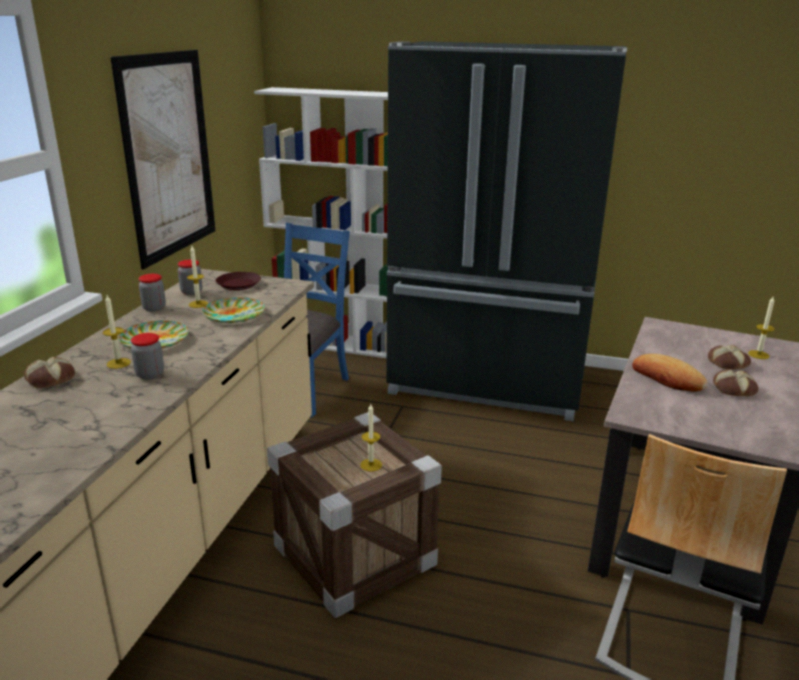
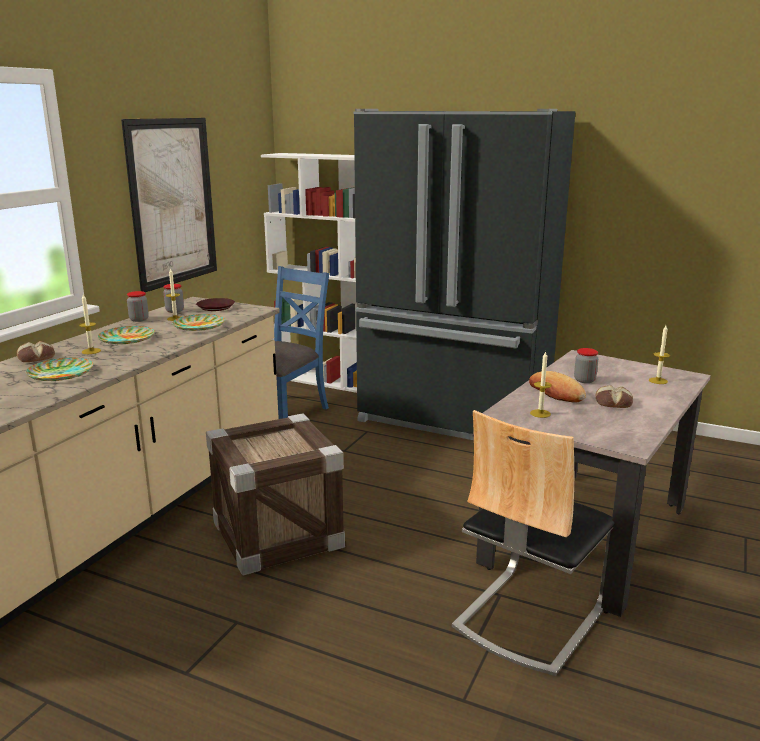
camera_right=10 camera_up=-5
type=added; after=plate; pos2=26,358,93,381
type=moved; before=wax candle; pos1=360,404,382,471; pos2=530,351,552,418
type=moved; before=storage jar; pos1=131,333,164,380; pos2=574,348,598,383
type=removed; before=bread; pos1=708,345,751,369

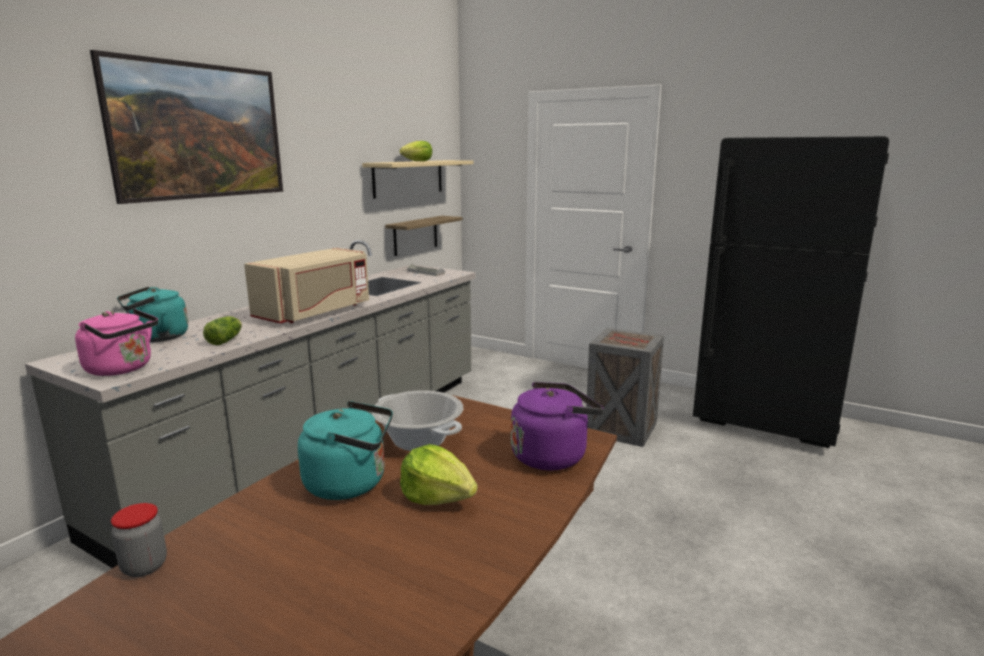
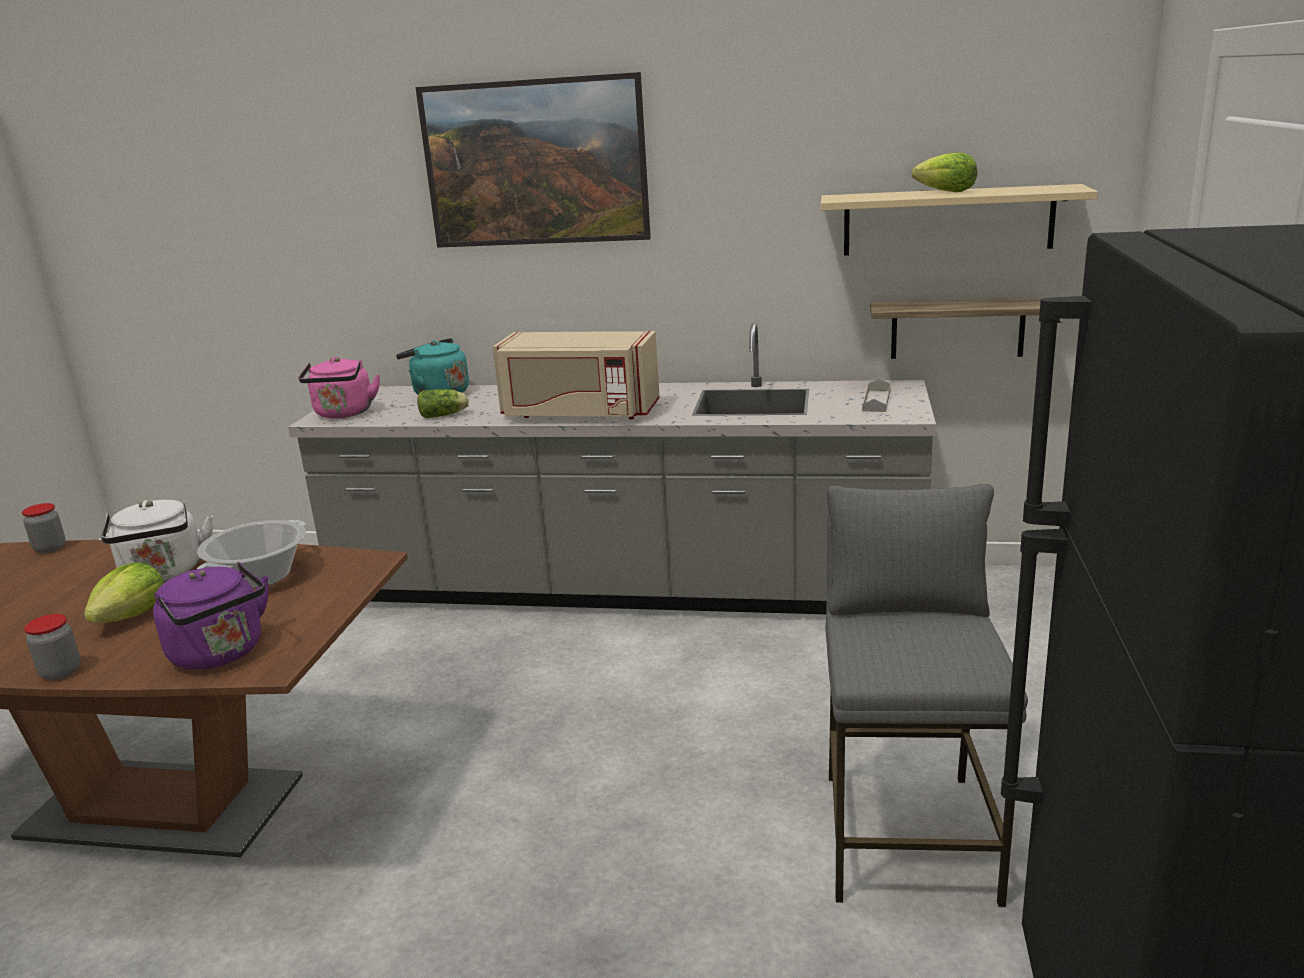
camera_right=70 camera_up=5
type=added; after=storage jar; pos2=24,614,81,680
type=recoloured; before=tea kettle/turquoise-coloured; after=tea kettle/white-coloured; pos1=298,401,393,500; pos2=101,500,213,581
type=replaced; before=crate; after=stool/greyish; pos1=586,328,664,447; pos2=825,484,1028,907

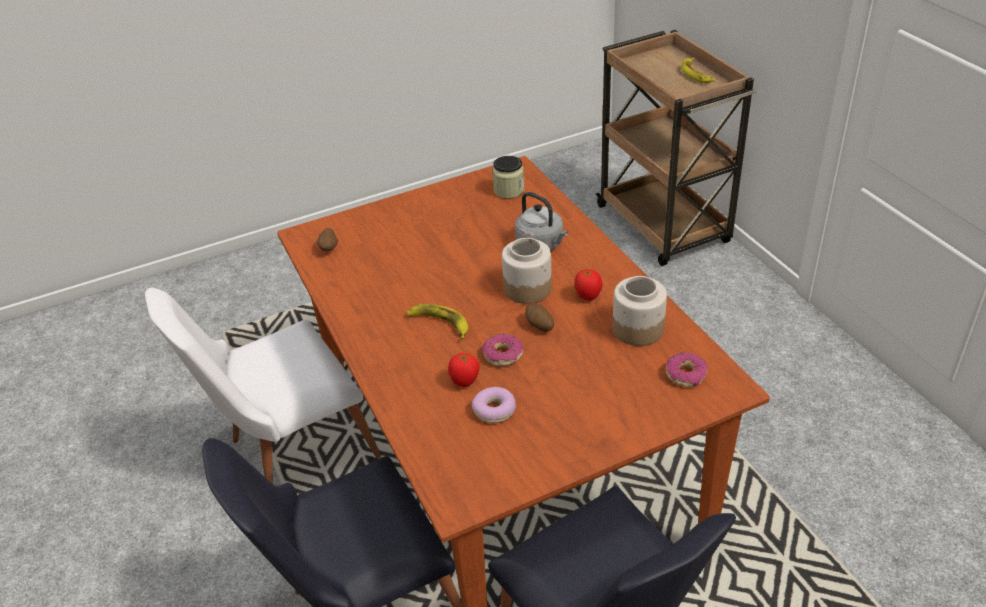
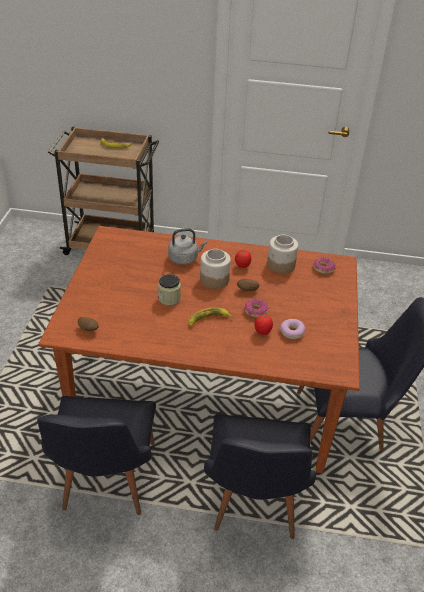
camera_right=-60 camera_up=0
type=recoloured; before=upright chair/white-coloured; after=upright chair/black-coloured; pos1=145,288,381,484; pos2=37,396,156,515
type=moved; before=storage jar; pos1=493,156,524,199; pos2=158,274,181,305

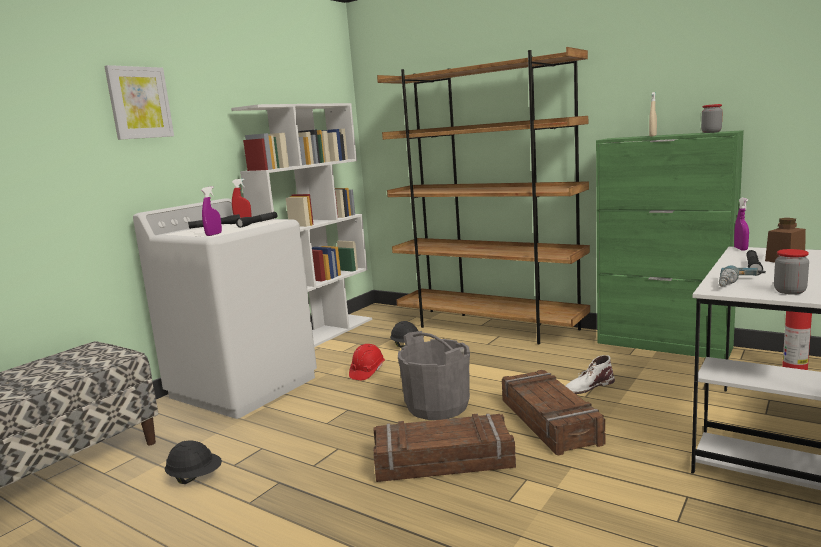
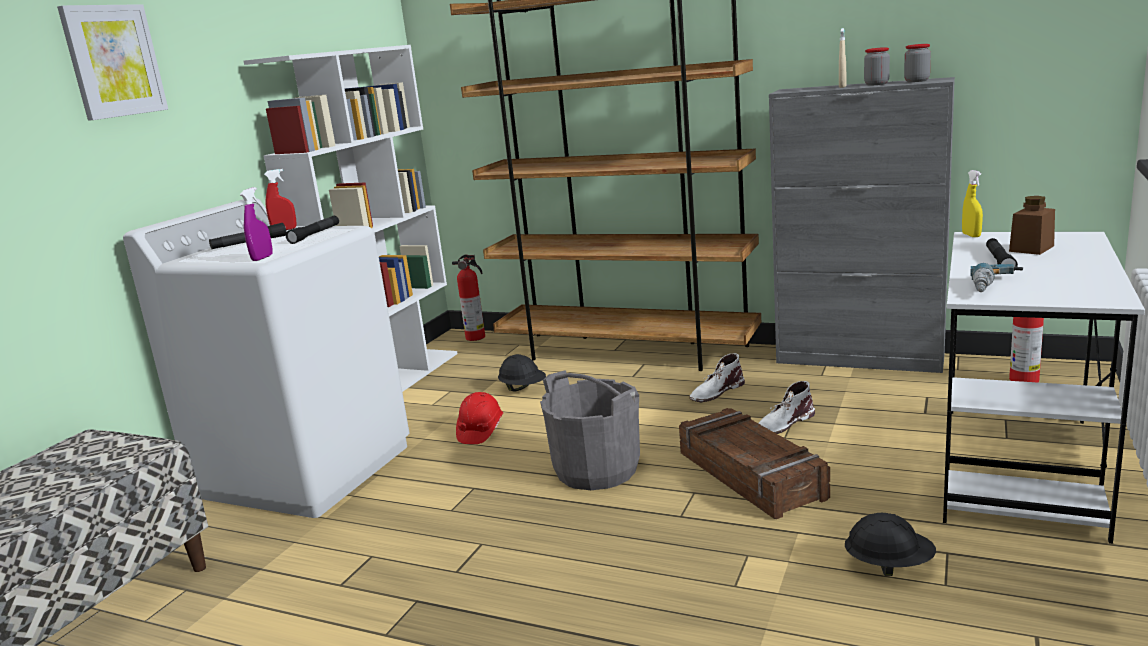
camera_right=-10 camera_up=5
type=added; after=fire-fighting cylinder; pos2=452,254,485,341
type=added; after=tall boot/white-coloured; pos2=689,353,745,403
type=recoloured; before=storage cabinet/greenish; after=storage cabinet/greyish; pos1=596,130,744,359; pos2=769,77,955,373
type=moved; before=safety helmet/black-coloured; pos1=165,441,222,484; pos2=845,513,936,576
type=moved; before=storage jar; pos1=774,249,809,295; pos2=864,47,890,86
type=recoloured; before=sprayer/purple-coloured; after=sprayer/yellowish; pos1=734,198,749,250; pos2=962,170,983,237
type=removed; before=crate; pos1=373,413,516,482

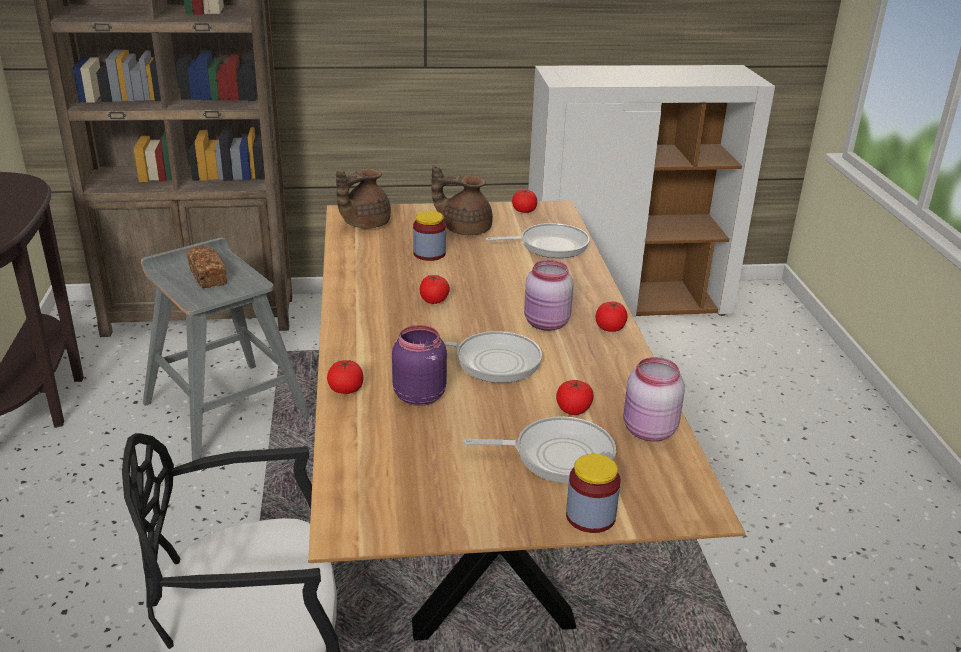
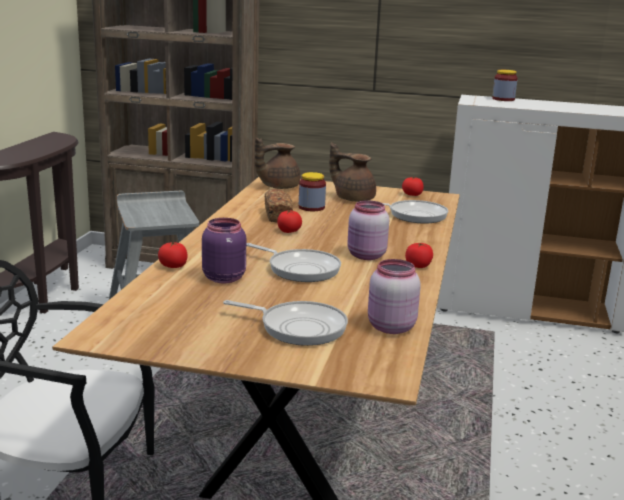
camera_right=20 camera_up=-10
type=moved; before=bread; pos1=187,246,227,288; pos2=265,189,293,222
type=moved; before=storage jar; pos1=566,454,621,533; pos2=492,70,518,101
type=removed; before=fresh tomato; pos1=556,380,594,415

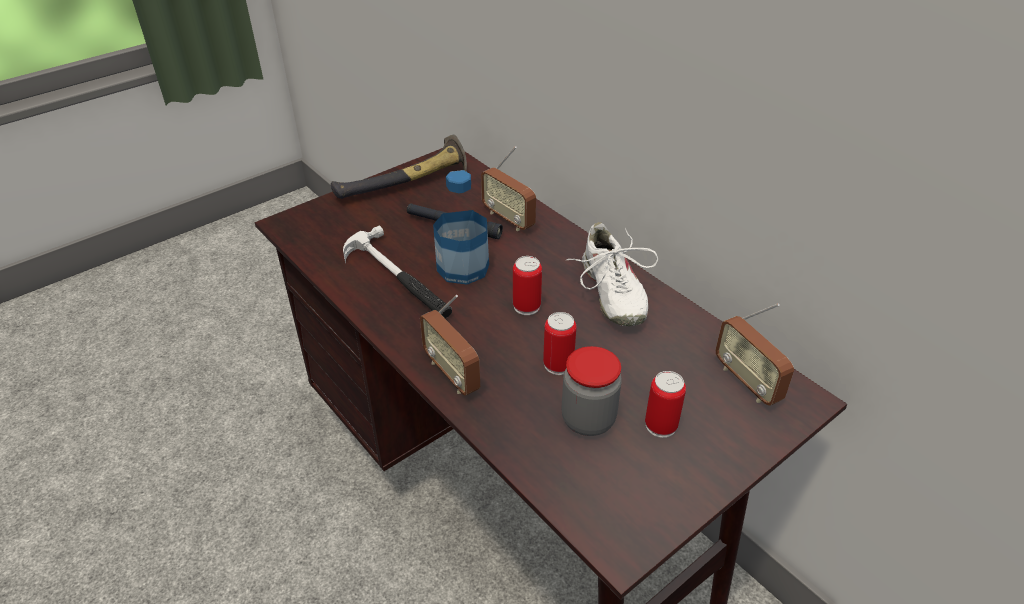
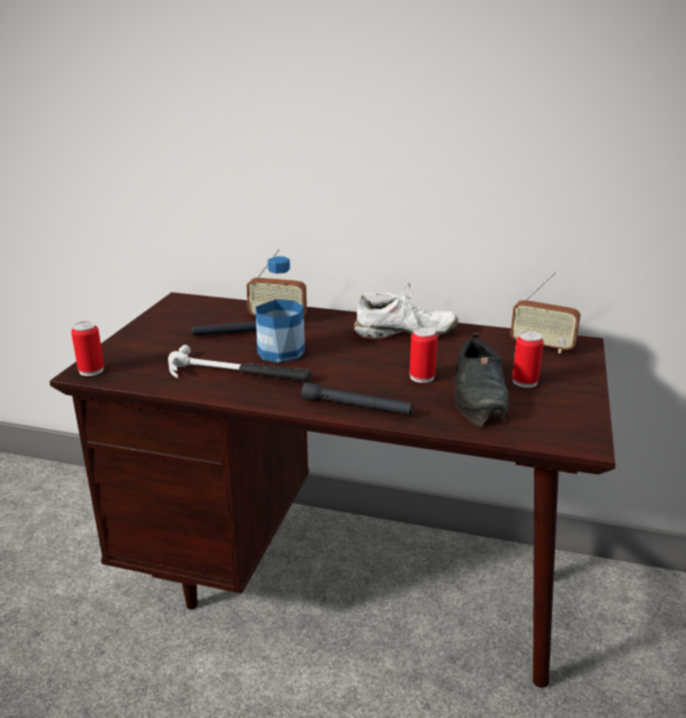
camera_right=-35 camera_up=-15
type=moved; before=metal can; pos1=513,256,542,315; pos2=71,321,104,376
type=replaced; before=radio receiver; after=flashlight/black-coloured; pos1=420,295,480,396; pos2=301,382,413,415
type=turned; before=shoe/white-coloured; pos1=566,222,658,326; pos2=354,283,458,339; turn=-45
type=replaced; before=storage jar; after=shoe/black-coloured; pos1=561,346,622,436; pos2=454,333,509,427
type=removed; before=hammer; pos1=331,135,467,199

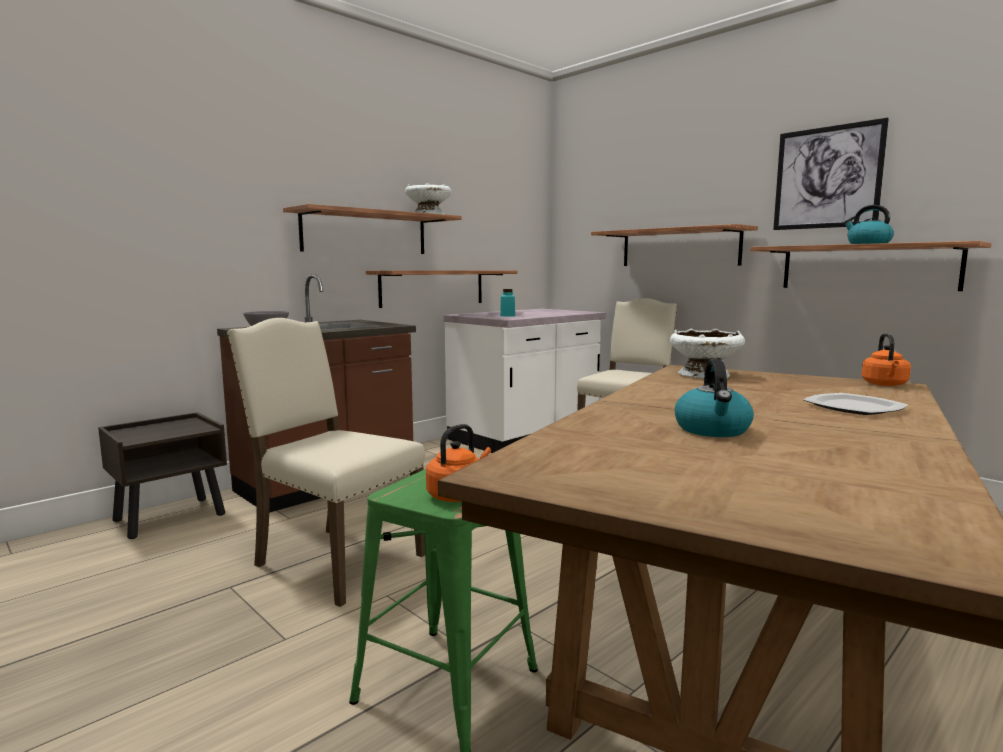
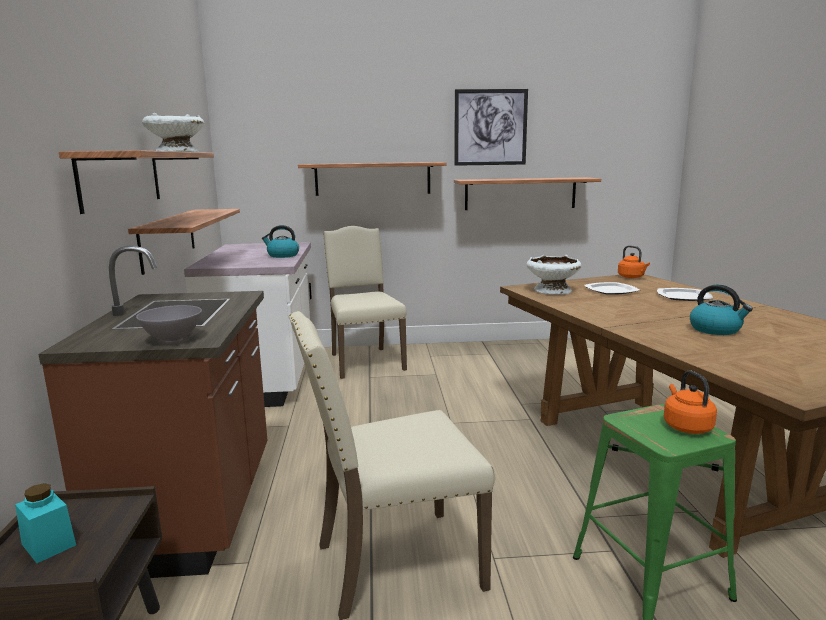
camera_right=-50 camera_up=5
type=moved; before=storage jar/turquoise-coloured; pos1=500,289,515,316; pos2=15,483,76,563
type=moved; before=tea kettle; pos1=844,205,894,244; pos2=262,225,299,258
type=added; after=plate; pos2=584,282,640,295

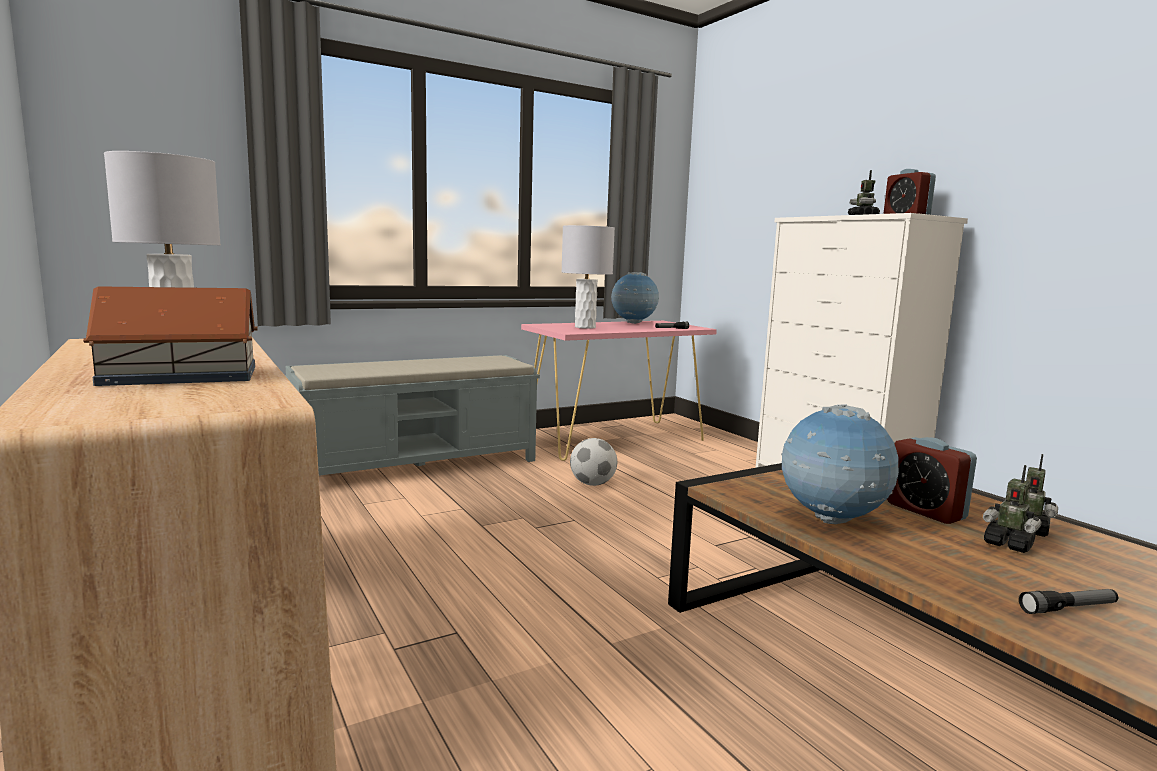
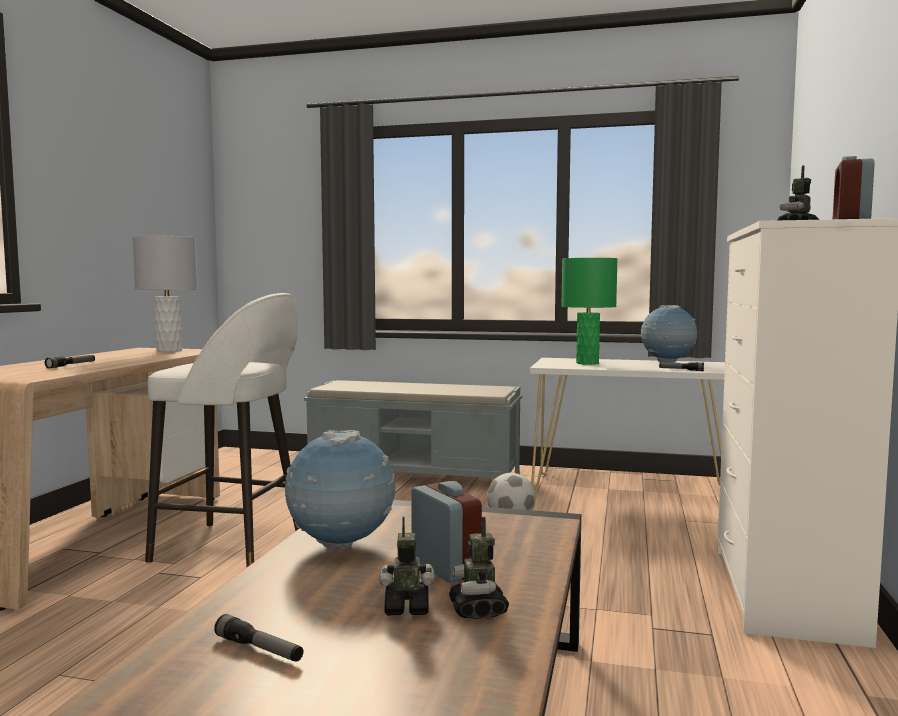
camera_right=45 camera_up=-5
type=replaced; before=model house; after=flashlight; pos1=83,286,258,386; pos2=45,355,95,368
type=added; after=stool/white-coloured; pos2=145,293,299,567
type=turned; before=model robot; pos1=983,465,1042,553; pos2=379,516,434,615; turn=90
type=turned; before=alarm clock; pos1=887,437,977,524; pos2=411,481,482,583; turn=135
type=recoloured; before=console table/pinkish; after=console table/white-coloured; pos1=521,321,717,461; pos2=530,358,725,496
type=recoloured; before=lamp for a table/greyish; after=lamp for a table/greenish; pos1=562,225,615,329; pos2=561,258,618,365

